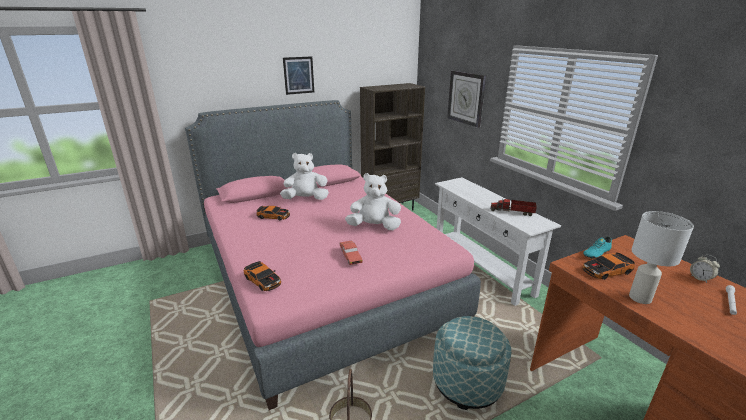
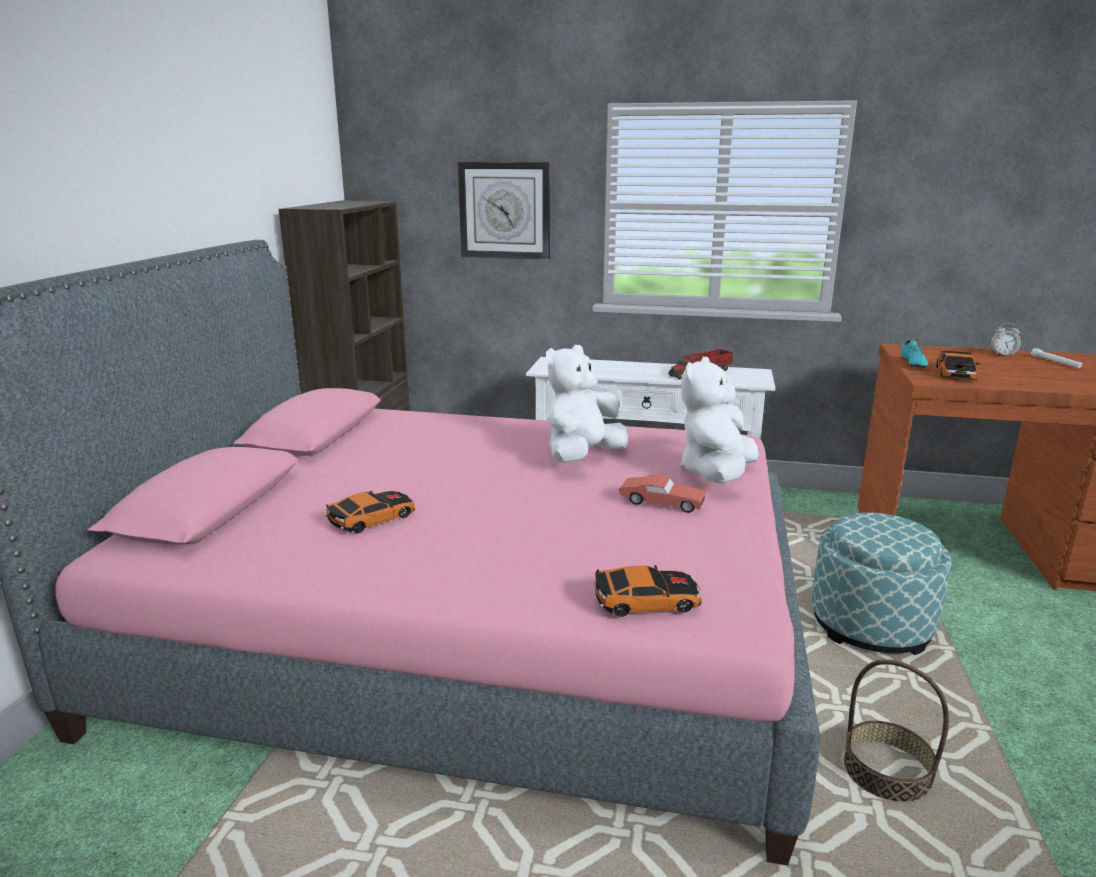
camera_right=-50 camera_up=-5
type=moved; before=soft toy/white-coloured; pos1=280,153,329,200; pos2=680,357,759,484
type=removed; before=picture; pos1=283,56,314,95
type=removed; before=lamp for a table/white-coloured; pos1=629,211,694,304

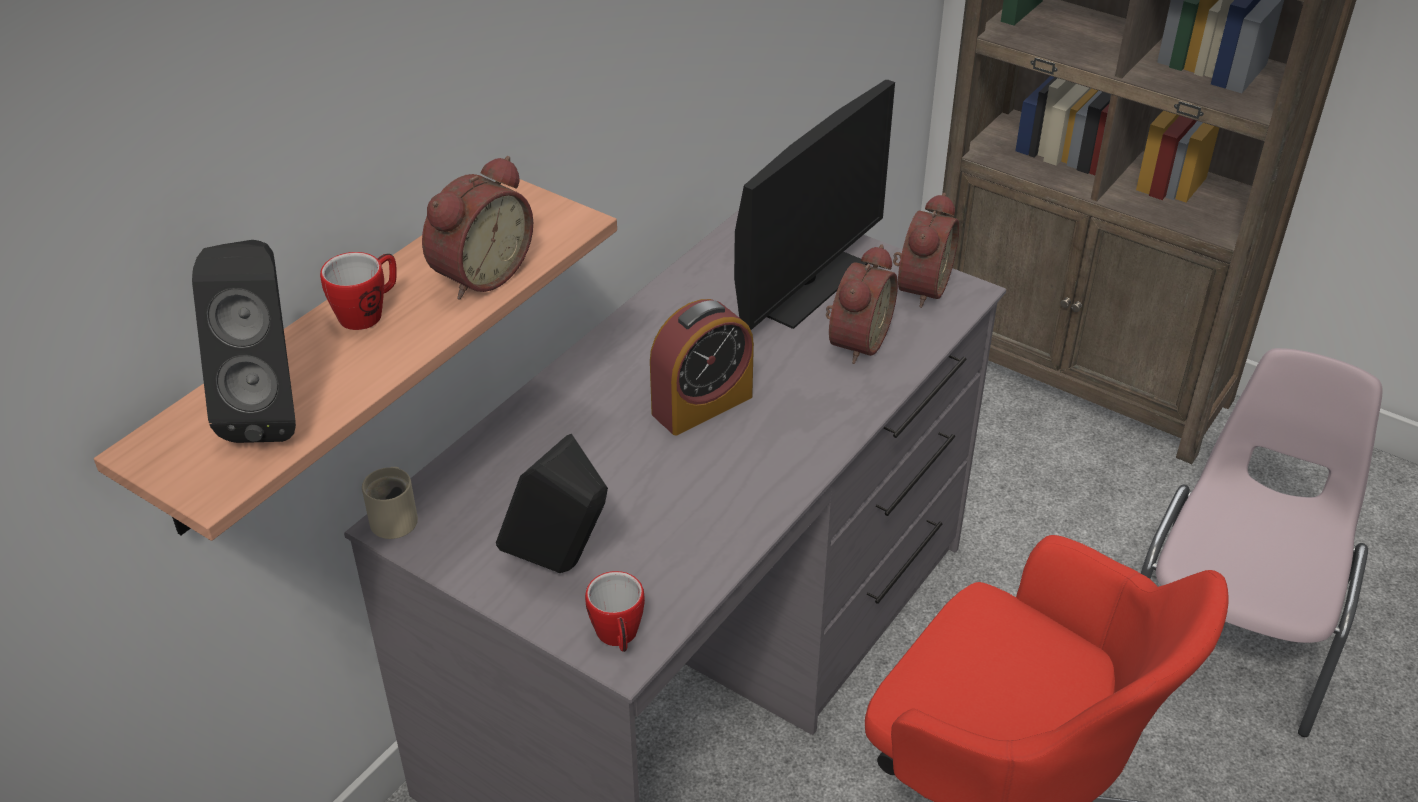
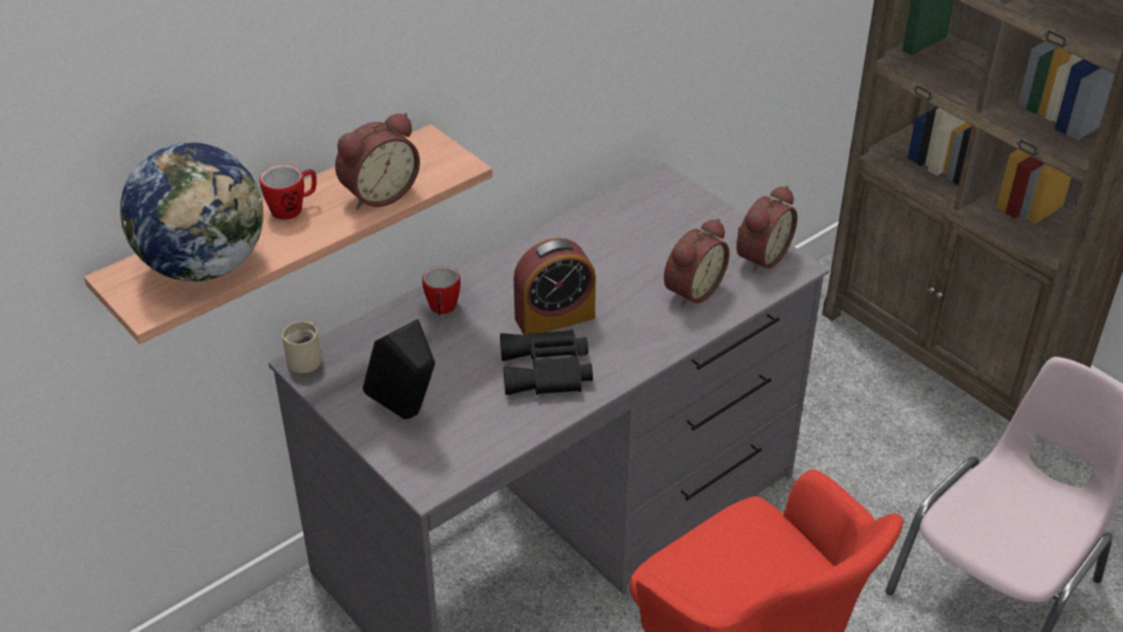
camera_right=15 camera_up=0
type=replaced; before=loudspeaker/black-coloured; after=globe; pos1=192,240,296,443; pos2=120,142,263,282
type=moved; before=mug; pos1=585,571,645,652; pos2=422,266,461,315
type=added; after=field glasses/black-coloured; pos2=500,329,593,395
type=removed; before=computer display; pos1=734,80,895,330

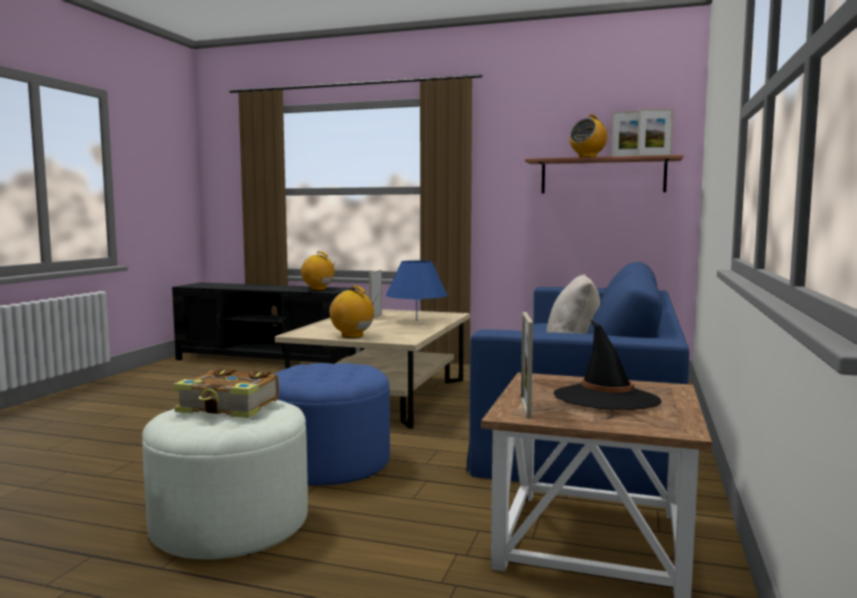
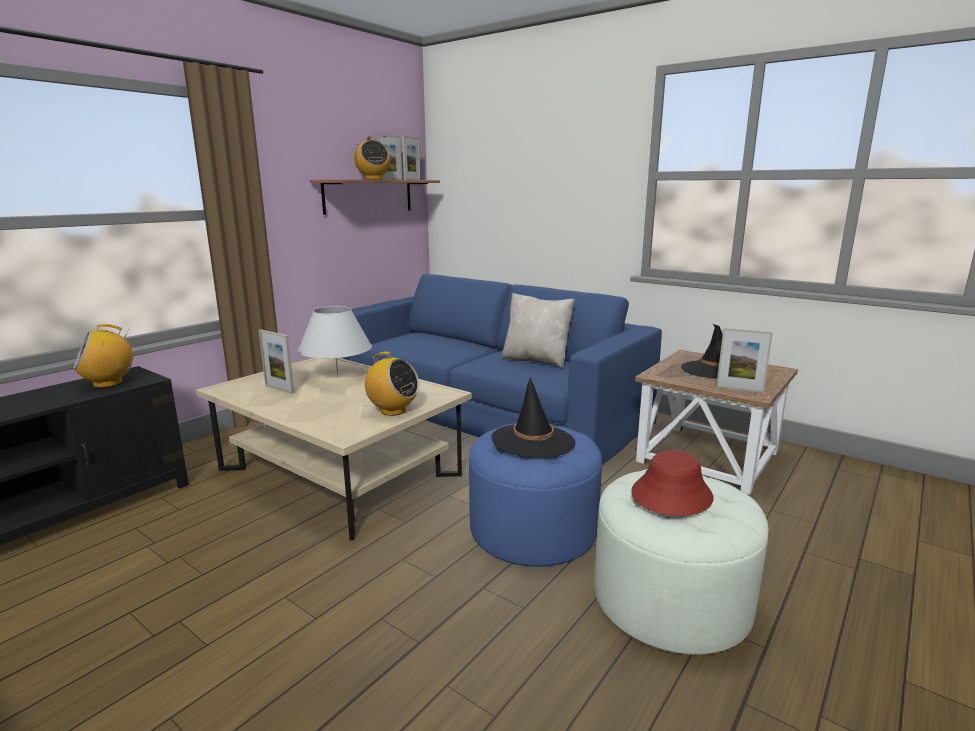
camera_right=-70 camera_up=10
type=recoloured; before=lamp for a table/blue-coloured; after=lamp for a table/white-coloured; pos1=386,260,448,321; pos2=298,306,372,377
type=turned; before=radio receiver; pos1=329,285,378,338; pos2=359,352,419,416; turn=-120
type=added; after=hat/black-coloured; pos2=491,377,576,458
type=replaced; before=bound book; after=hat/red; pos1=173,369,279,418; pos2=631,450,713,516

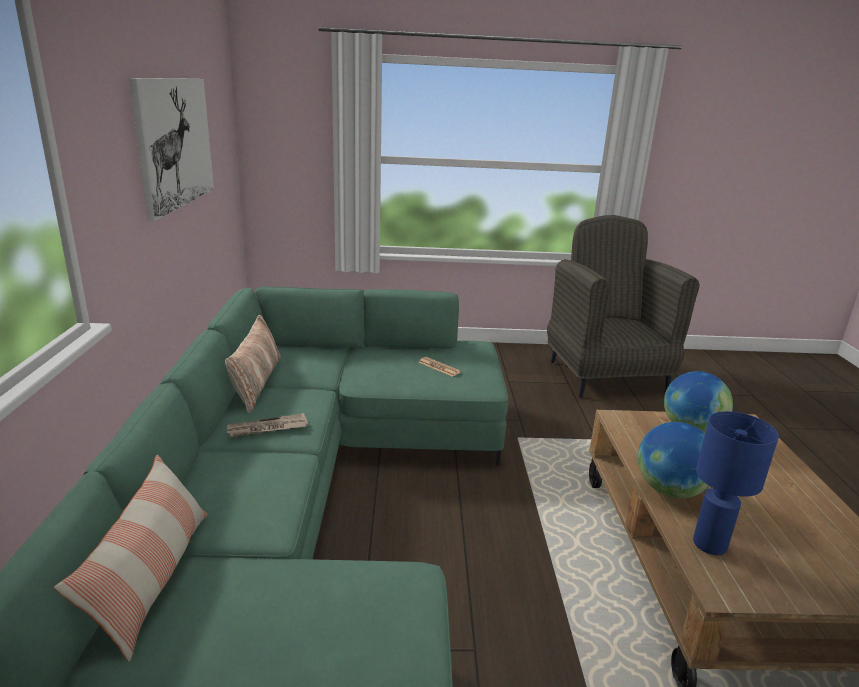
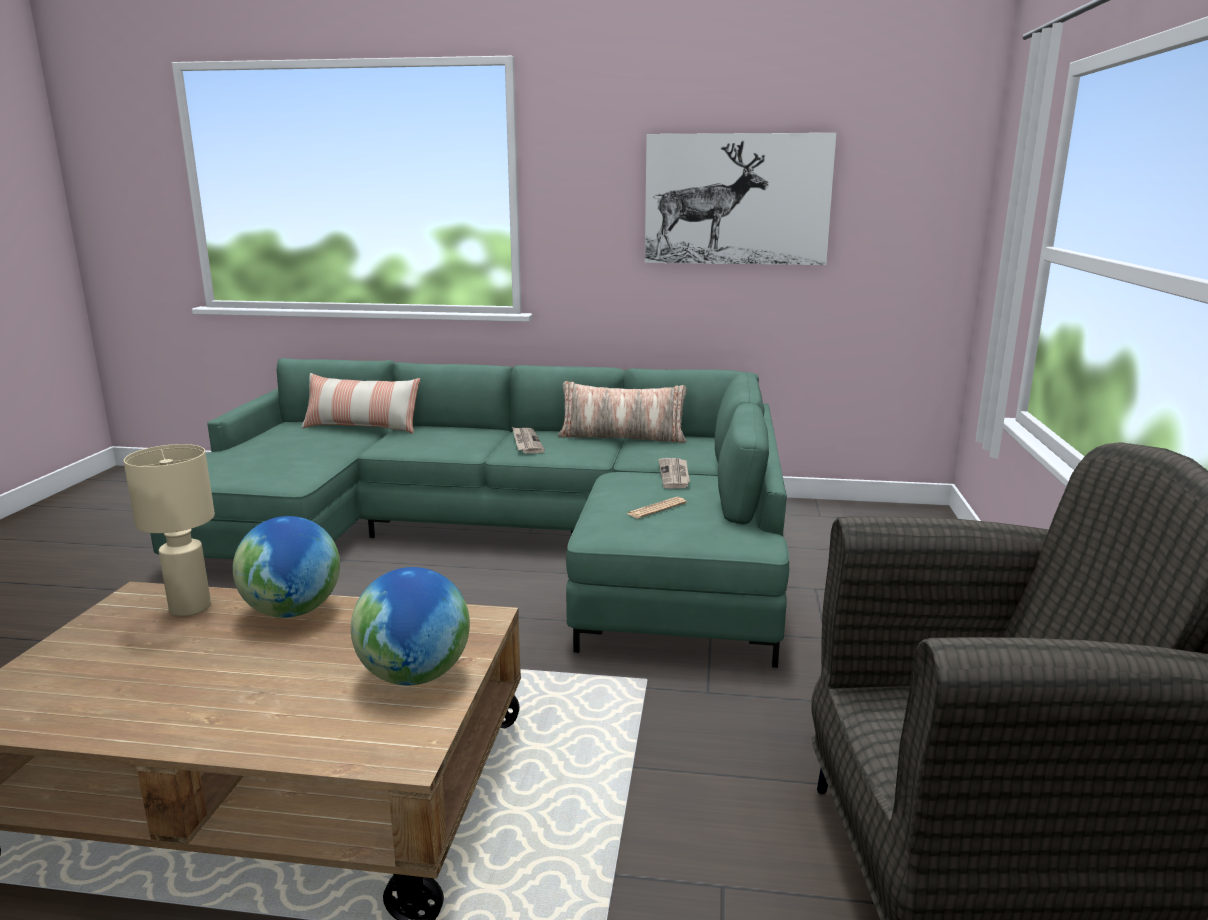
camera_right=100 camera_up=-5
type=recoloured; before=lamp for a table/blue-coloured; after=lamp for a table/sand-coloured; pos1=693,411,779,555; pos2=124,444,215,617
type=added; after=daily paper; pos2=658,458,690,489

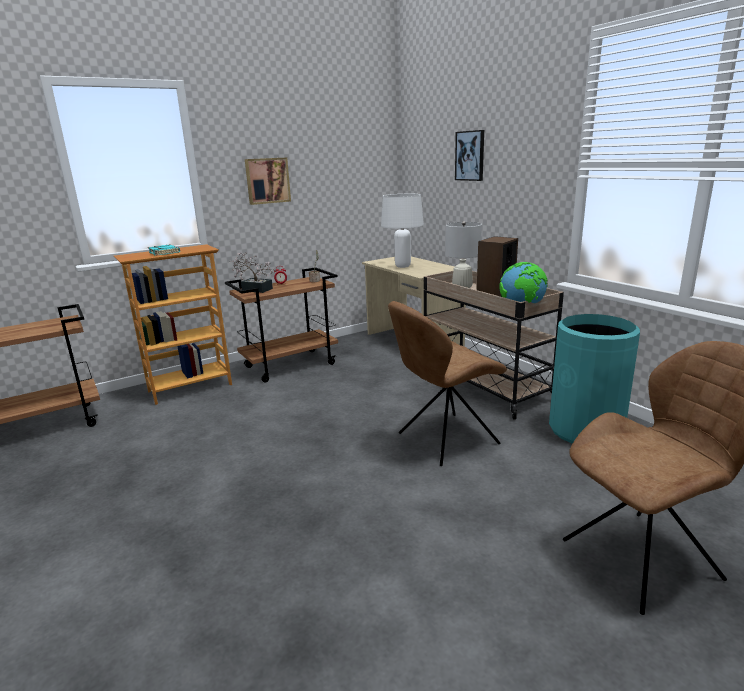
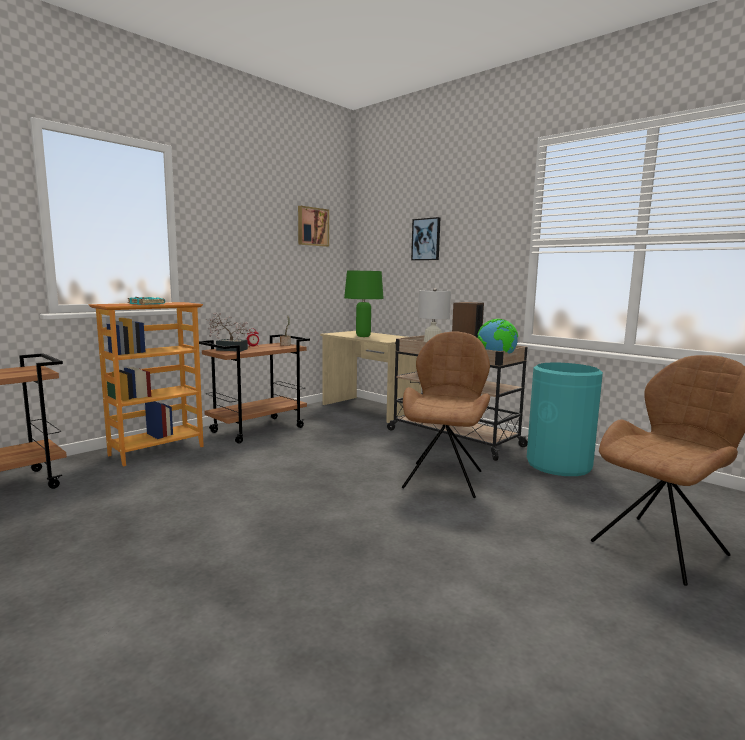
camera_right=-15 camera_up=-10
type=moved; before=picture; pos1=245,158,291,205; pos2=298,206,329,247
type=recoloured; before=lamp for a table/white-coloured; after=lamp for a table/greenish; pos1=381,194,424,268; pos2=344,271,384,337
type=turned; before=upright chair/brownish; pos1=388,301,507,466; pos2=402,331,490,498; turn=150

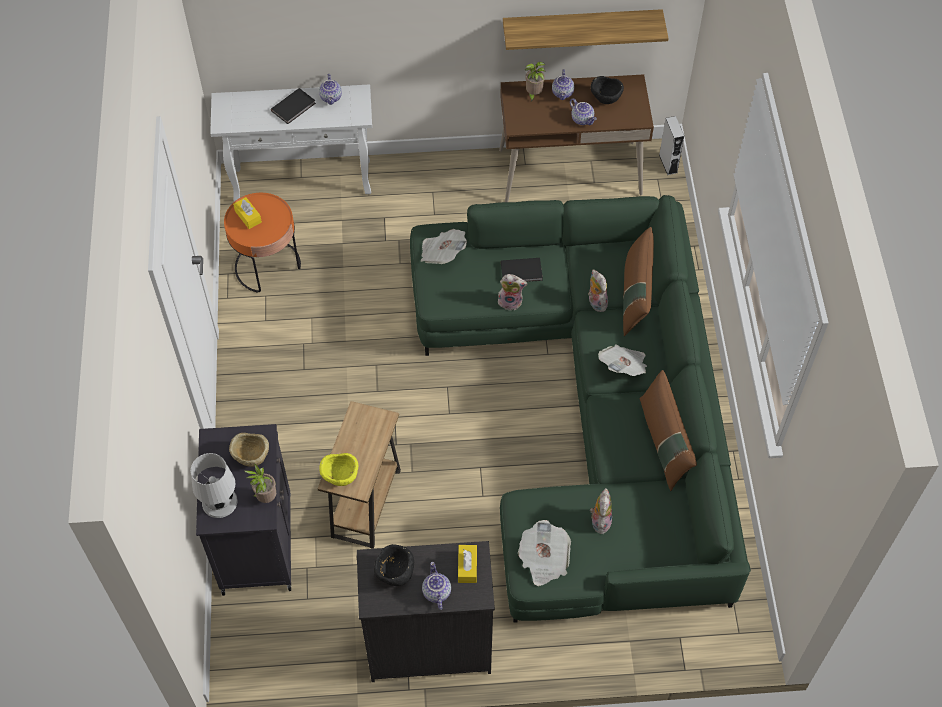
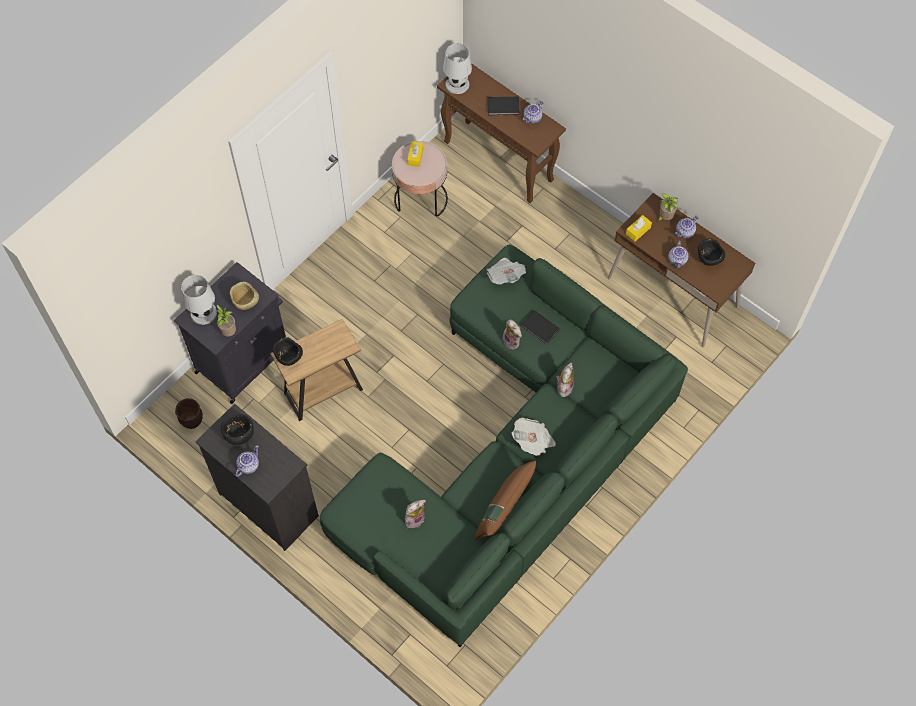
camera_right=45 camera_up=5
type=added; after=plant pot/brownish; pos2=175,398,203,429
type=recoloured; before=bowl/yellowish; after=bowl/black-coloured; pos1=319,453,358,486; pos2=273,337,303,366
type=recoloured; before=end table/orange; after=end table/pinkish; pos1=224,193,301,292; pos2=392,141,448,217
type=recoloured; before=console table/white-coloured; after=console table/brownish; pos1=210,84,372,202; pos2=437,63,566,203
type=added; after=lamp for a table/white-coloured; pos2=443,43,472,94
type=moved; before=tissue holder/yellowish; pos1=458,545,477,583; pos2=626,215,652,242
type=removed; before=wall shelf; pos1=503,9,669,50
type=removed; before=daily paper; pos1=518,520,571,586
type=removed; before=cushion/brownish; pos1=623,227,654,336
type=removed; before=loudspeaker/greyish; pos1=659,116,684,175

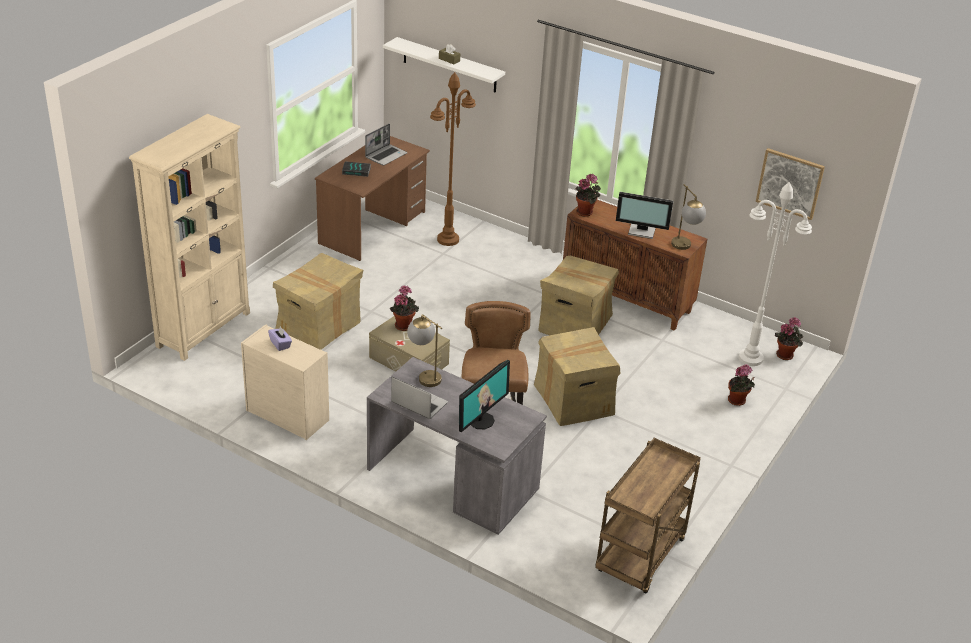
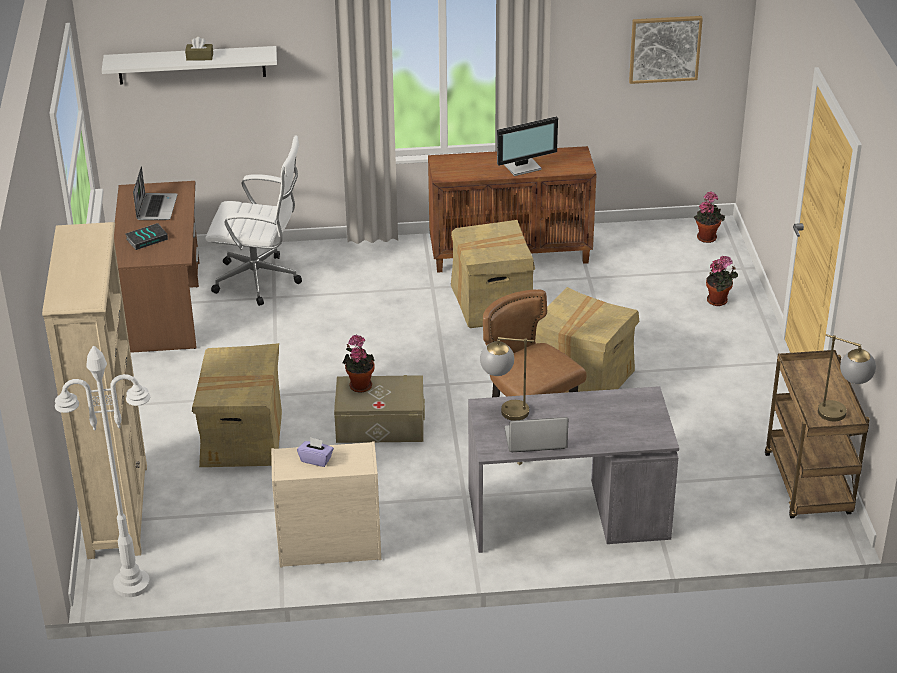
camera_right=-35 camera_up=0
type=moved; before=standard lamp/white-coloured; pos1=739,182,812,366; pos2=55,345,150,597
type=replaced; before=standard lamp/brownish; after=desk chair/white-coloured; pos1=430,72,476,246; pos2=205,136,302,306
type=moved; before=lamp for a table; pos1=671,184,706,250; pos2=818,334,876,421
type=removed; before=computer display; pos1=459,360,510,432
type=removed; before=houseplant; pos1=575,174,601,217

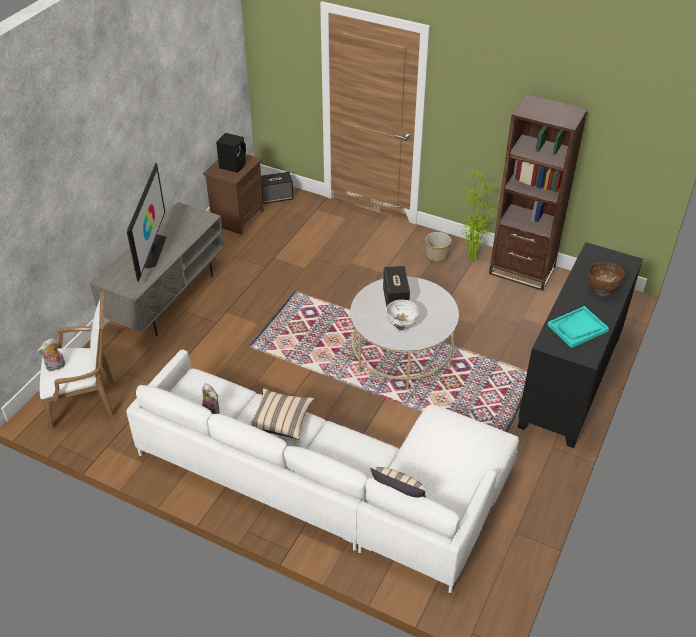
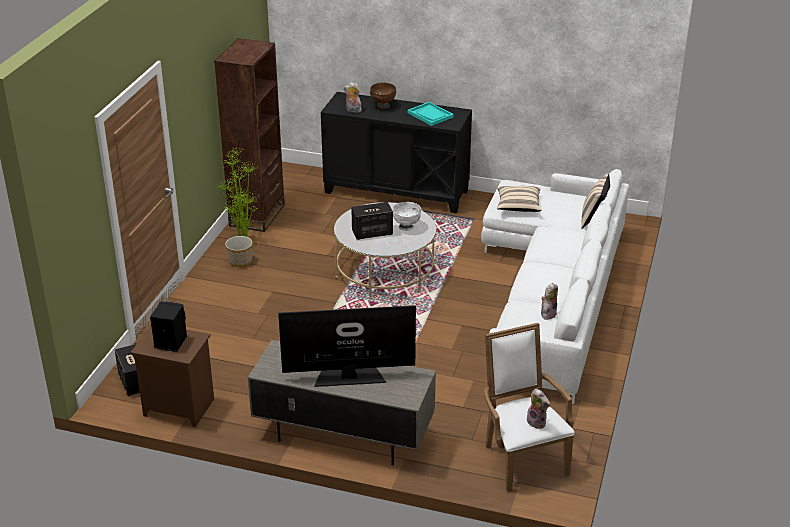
camera_right=-100 camera_up=-10
type=added; after=soft toy; pos2=343,82,362,113
type=moved; before=cushion/sand-coloured; pos1=249,388,314,439; pos2=497,186,542,212

